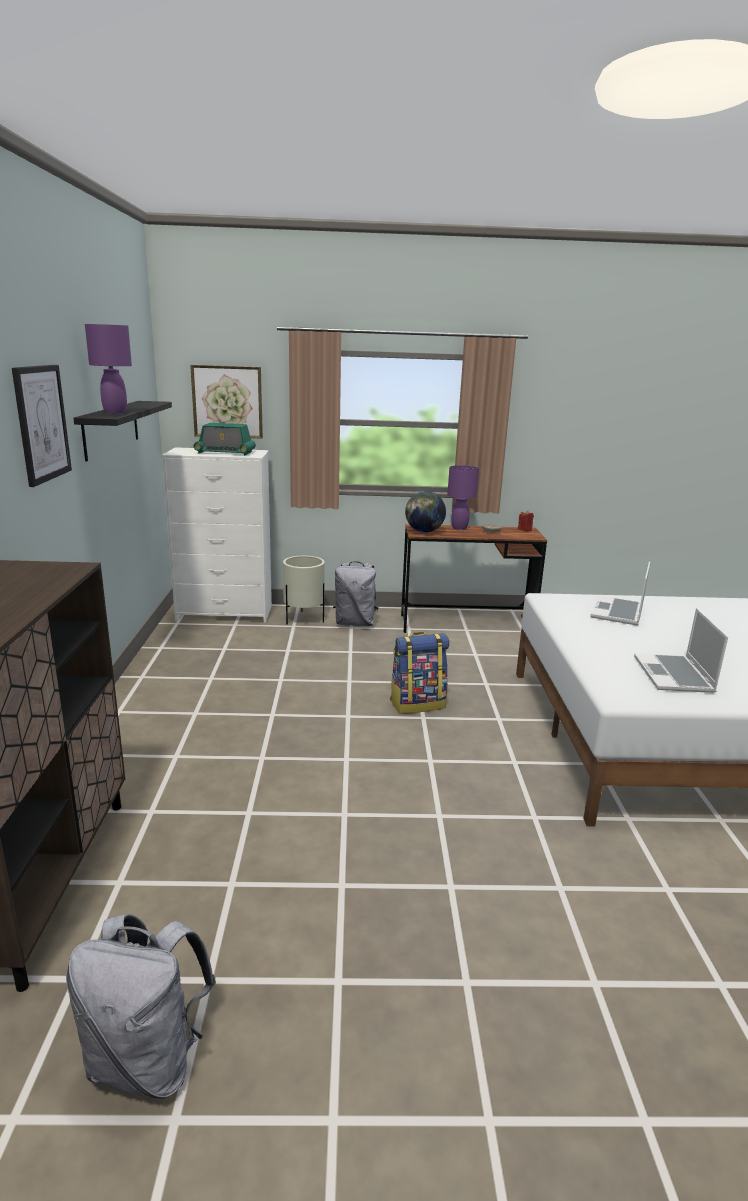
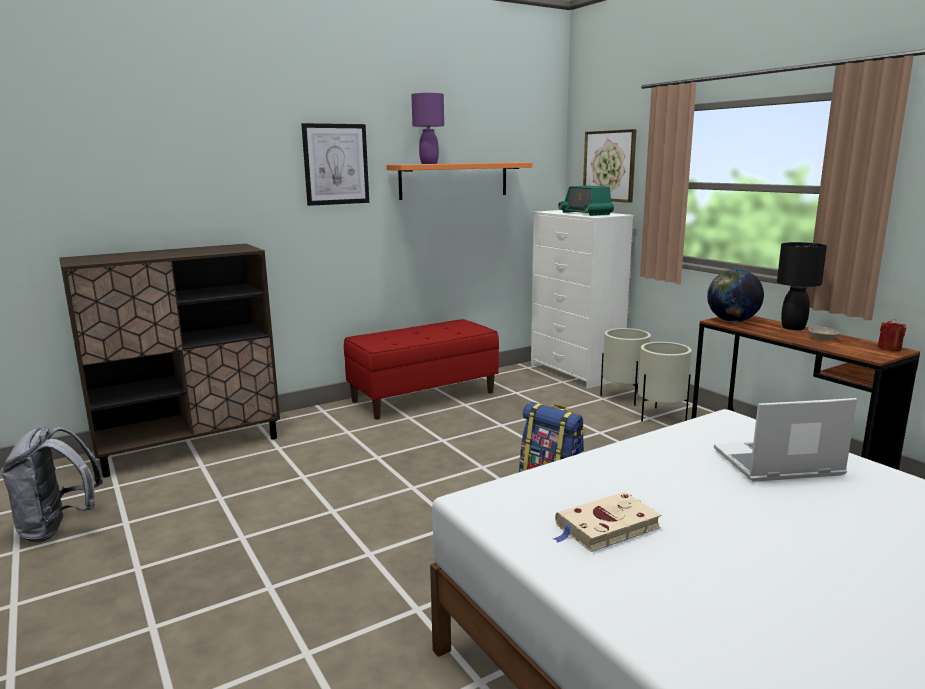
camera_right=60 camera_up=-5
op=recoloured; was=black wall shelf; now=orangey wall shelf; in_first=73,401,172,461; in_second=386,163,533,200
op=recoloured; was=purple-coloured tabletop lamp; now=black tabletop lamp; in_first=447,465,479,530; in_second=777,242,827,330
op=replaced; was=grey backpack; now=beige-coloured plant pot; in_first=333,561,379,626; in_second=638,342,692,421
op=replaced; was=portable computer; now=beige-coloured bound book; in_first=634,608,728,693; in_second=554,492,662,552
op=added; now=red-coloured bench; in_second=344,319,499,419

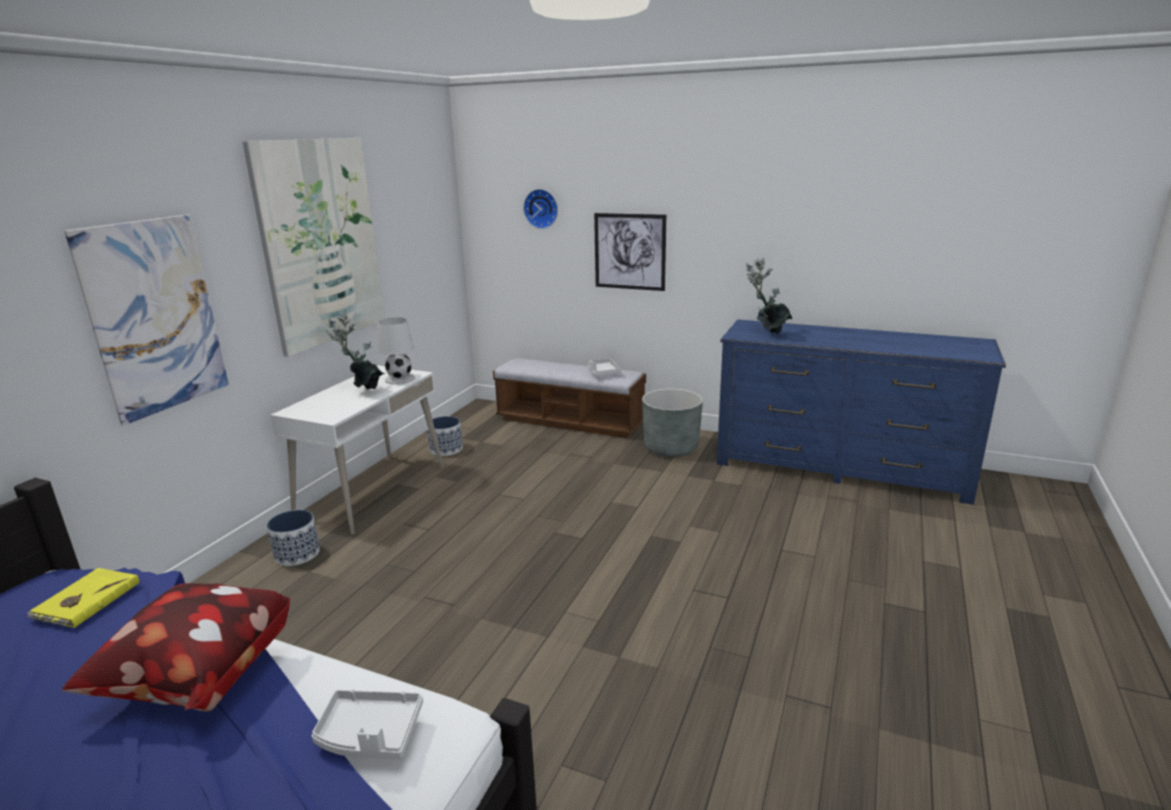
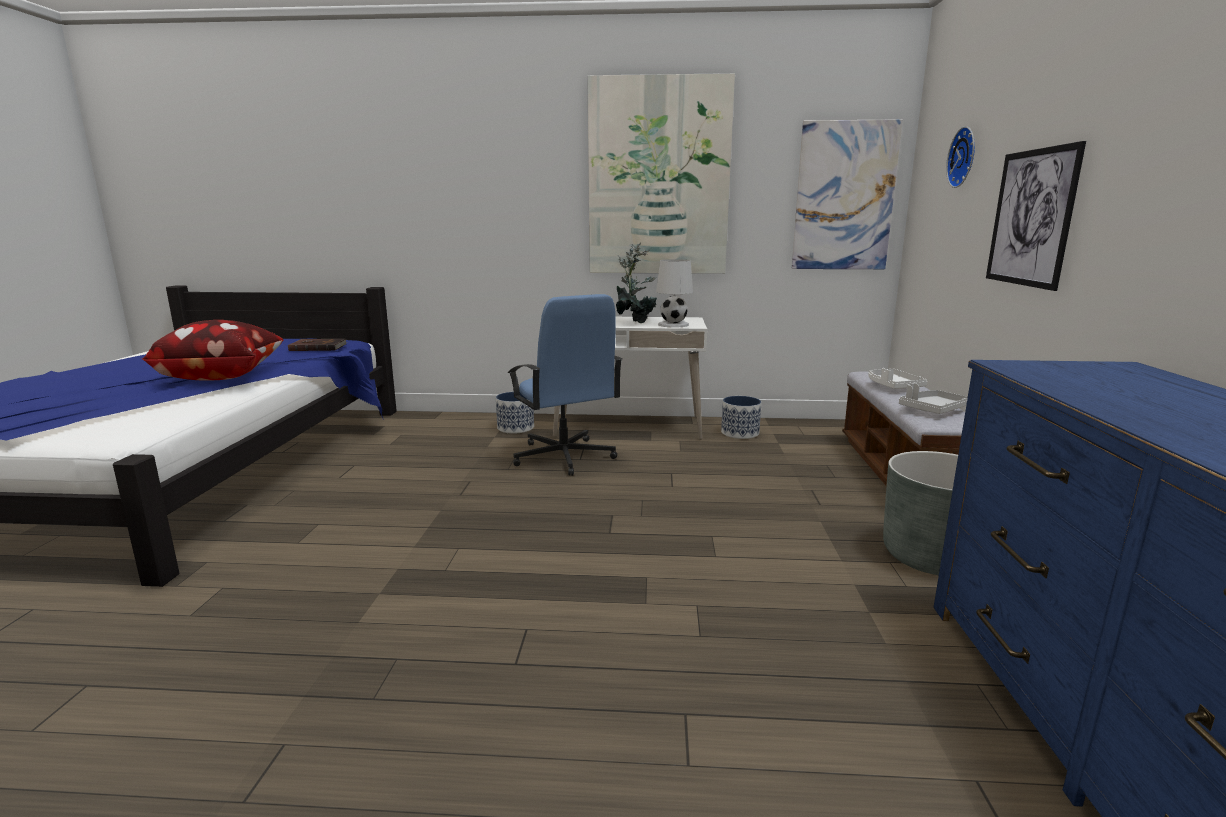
camera_right=70 camera_up=-5
op=moved; was=wall art; in_first=64,214,229,426; in_second=792,119,903,269
op=removed; was=potted plant; in_first=746,257,792,333
op=recoloured; was=yellow-coloured bound book; now=brown-coloured bound book; in_first=26,568,140,628; in_second=288,339,347,351
op=moved; was=white tray; in_first=311,689,423,759; in_second=868,368,928,389
op=added; now=blue-coloured office chair; in_second=508,294,622,476

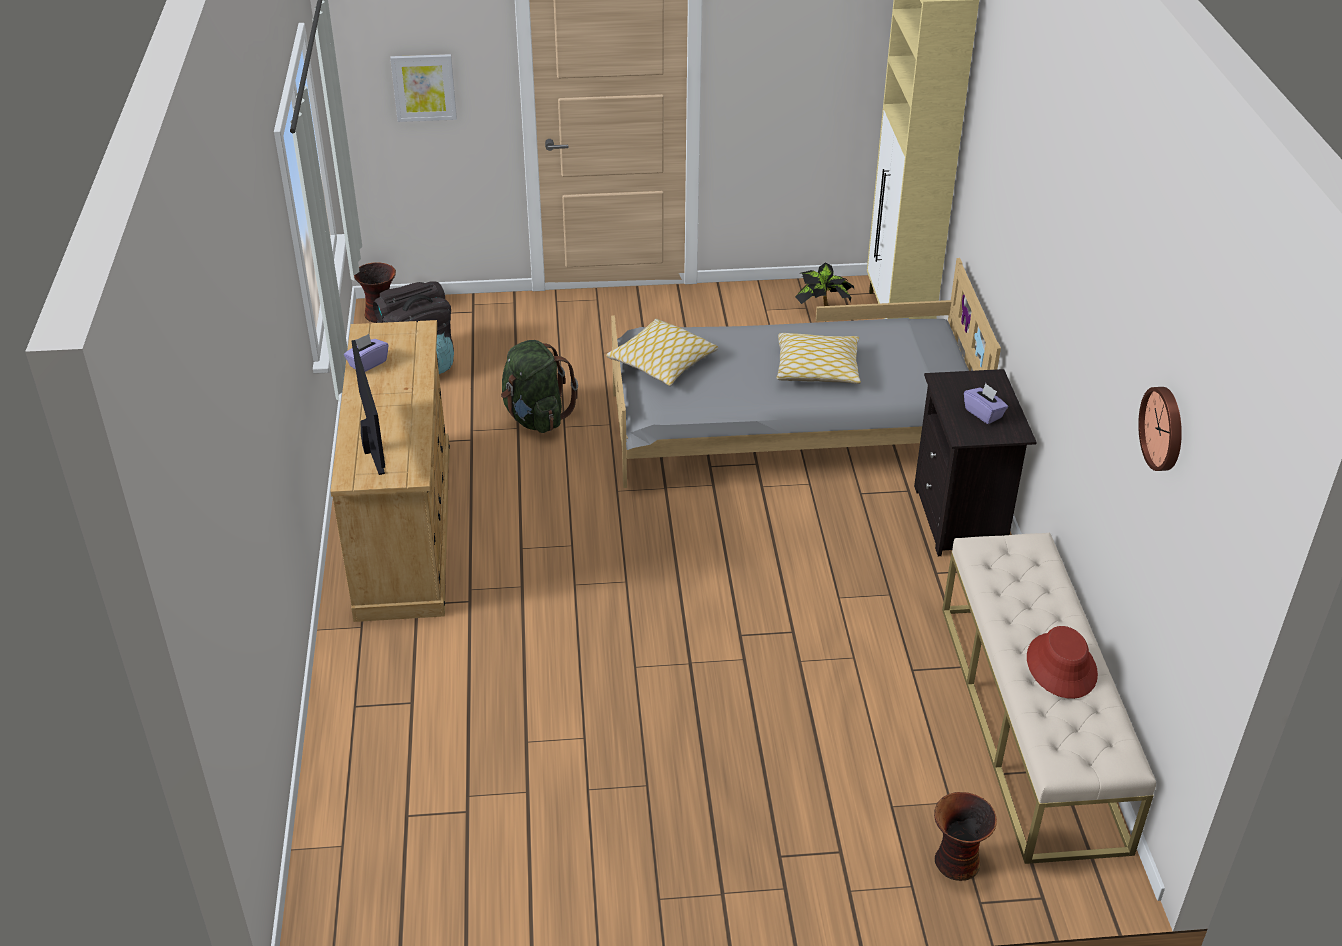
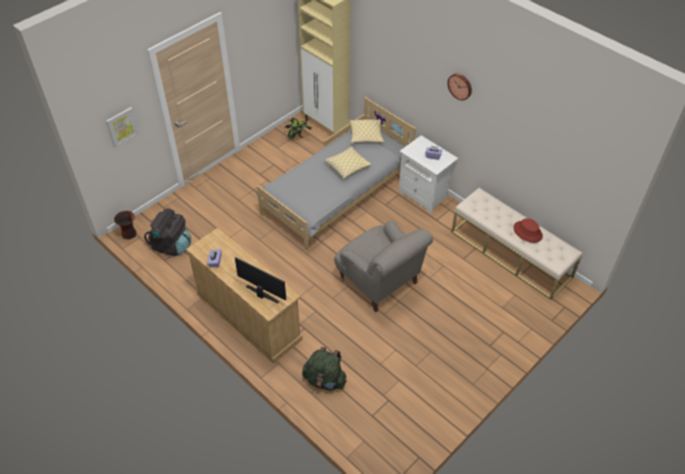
camera_right=-40 camera_up=10
op=moved; was=pillow; in_first=606,319,718,386; in_second=349,119,384,143
op=moved; was=greenish backpack; in_first=501,340,578,433; in_second=302,347,347,390
op=recoloured; was=black nightstand; now=white nightstand; in_first=914,369,1037,556; in_second=399,135,458,213
op=moved; was=clock on the wall; in_first=1138,387,1182,471; in_second=447,73,472,100
op=removed; was=vase; in_first=934,792,997,881
op=added; now=grey easy chair; in_second=334,220,433,312

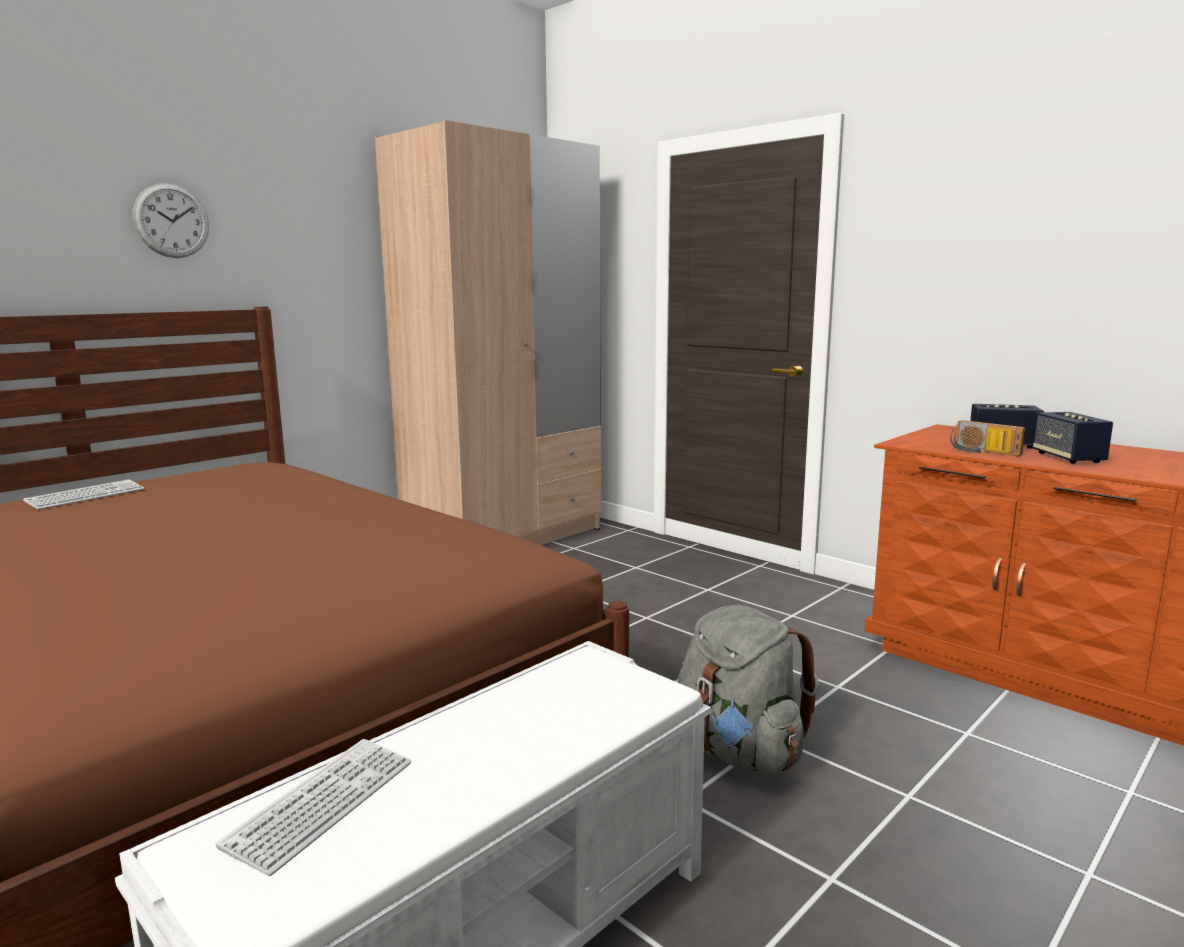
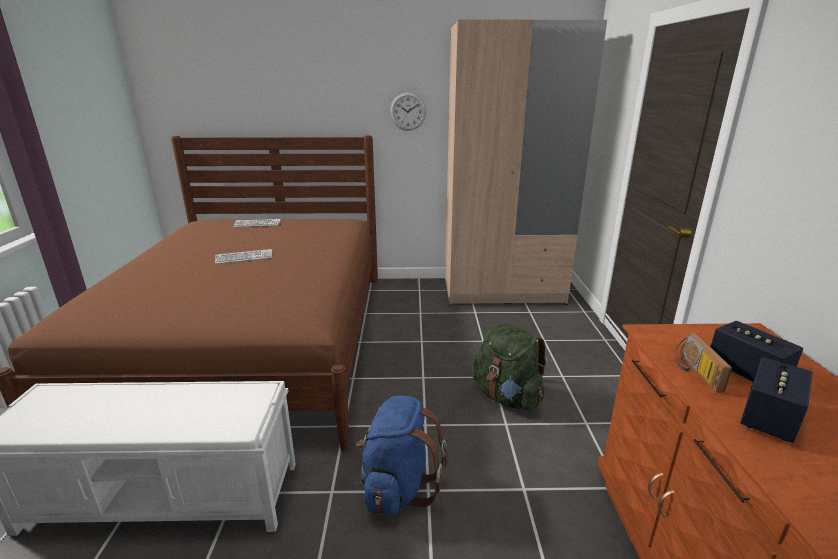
camera_right=45 camera_up=10
op=moved; was=clock on the wall; in_first=133,183,209,258; in_second=390,92,426,131
op=recoloured; was=grey backpack; now=blue-coloured backpack; in_first=678,605,819,775; in_second=356,396,448,515
op=moved; was=keyboard; in_first=216,739,411,876; in_second=215,249,273,264
op=added; now=greenish backpack; in_second=472,324,547,411

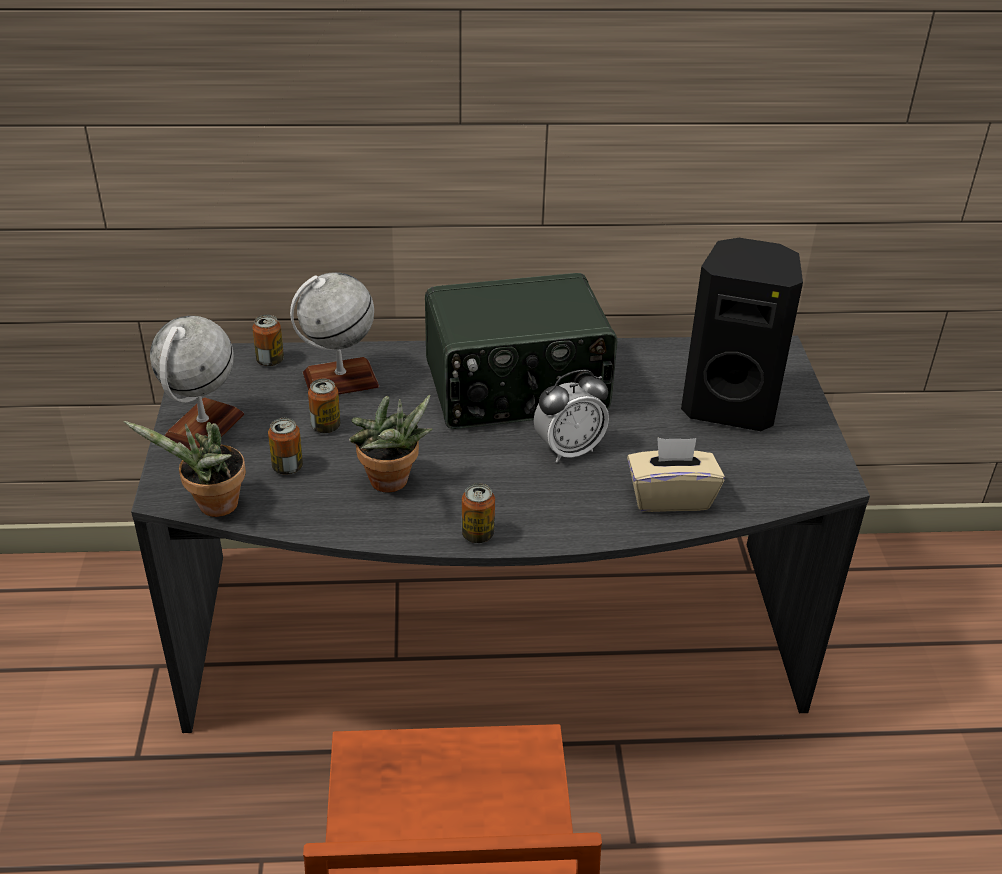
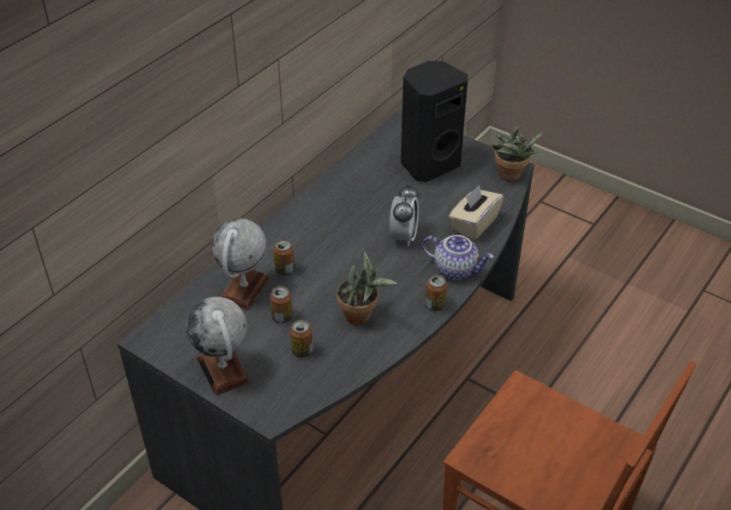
camera_right=-50 camera_up=5
op=removed; was=radio set; in_first=425,273,617,429
op=moved; was=sealed can; in_first=253,315,284,367; in_second=273,239,295,275
op=moved; was=potted plant; in_first=123,421,246,517; in_second=491,126,543,182
op=added; now=tea pot; in_second=422,235,494,280

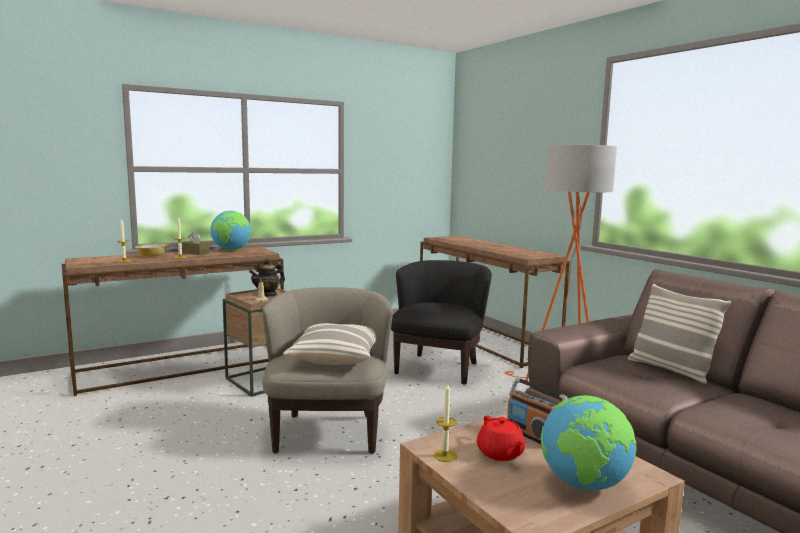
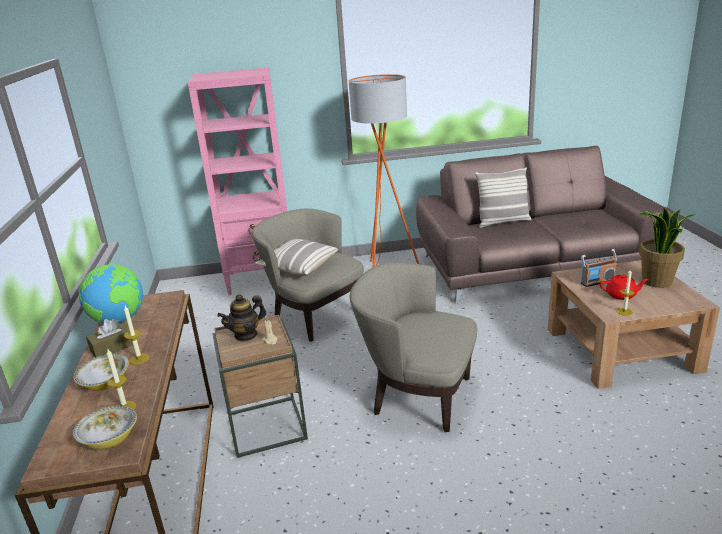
camera_right=-65 camera_up=15
op=replaced; was=brown-coloured hall table; now=pink-coloured shelving unit; in_first=420,236,570,368; in_second=188,67,287,295
op=turned; was=tea pot; in_first=249,259,285,297; in_second=217,294,266,342; clockwise=75
op=recoloured; was=black easy chair; now=beige-coloured easy chair; in_first=391,260,492,385; in_second=252,209,364,342
op=moved; was=pillow; in_first=283,323,376,365; in_second=255,239,338,275
op=replaced; was=desk globe; now=potted plant; in_first=541,395,637,491; in_second=638,208,695,288
op=added; now=serving bowl; in_second=73,406,137,450

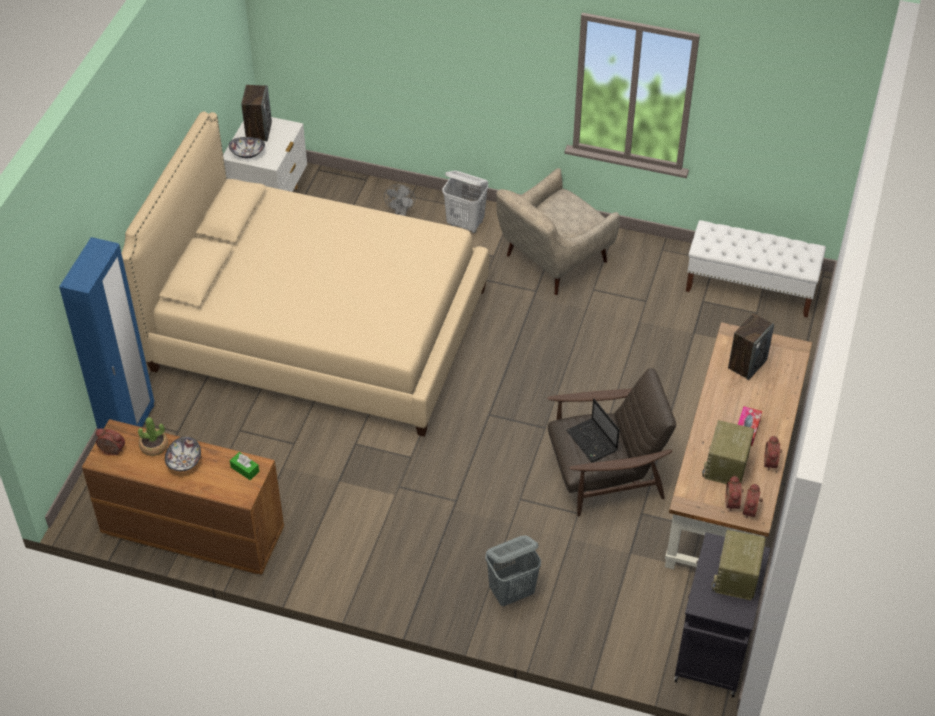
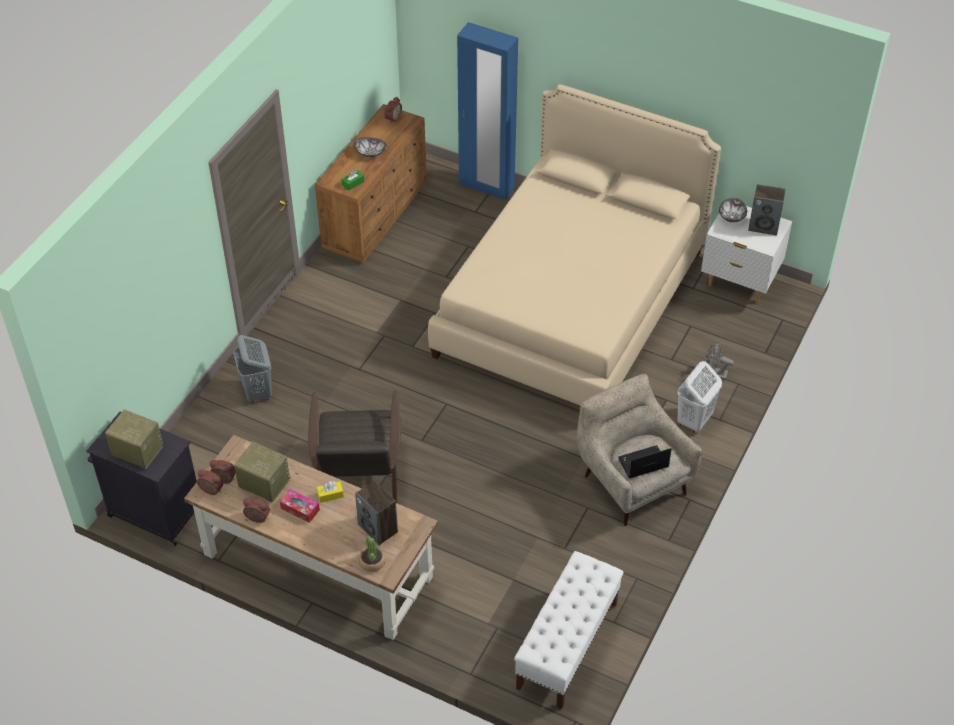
camera_right=100 camera_up=0
op=moved; was=portable computer; in_first=566,399,620,462; in_second=618,445,671,479
op=moved; was=potted plant; in_first=138,417,168,456; in_second=358,536,386,572
op=added; now=yellow-coloured tissue holder; in_second=317,481,344,503

